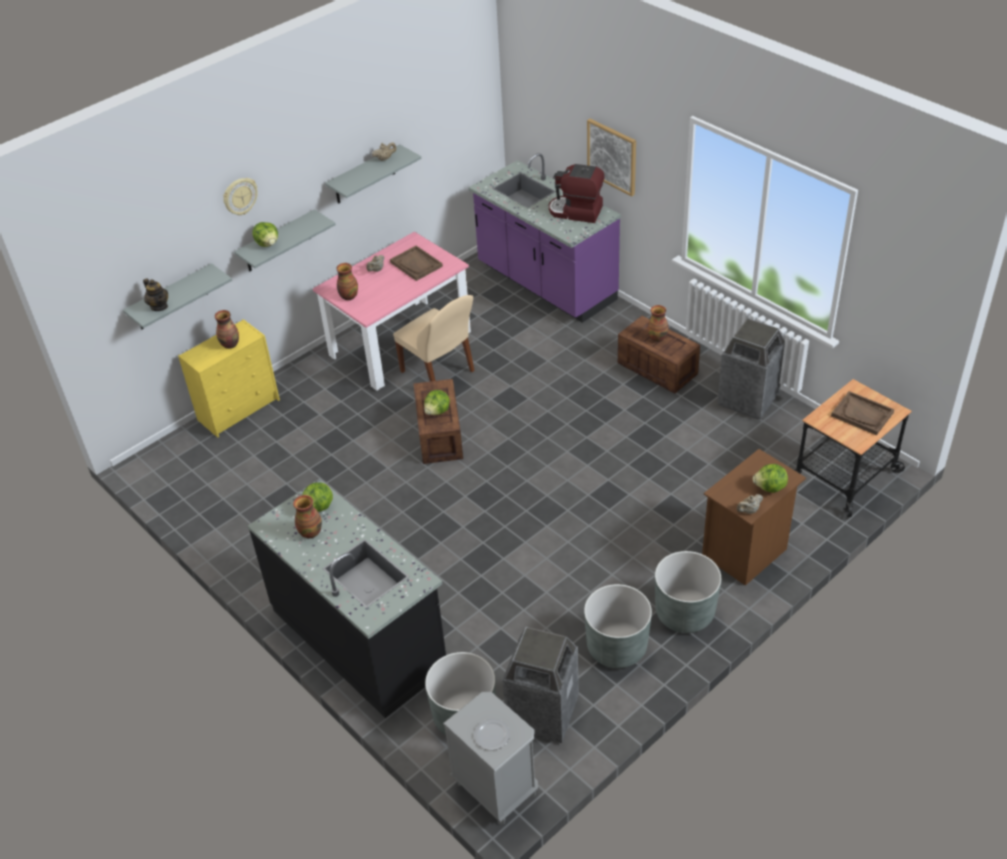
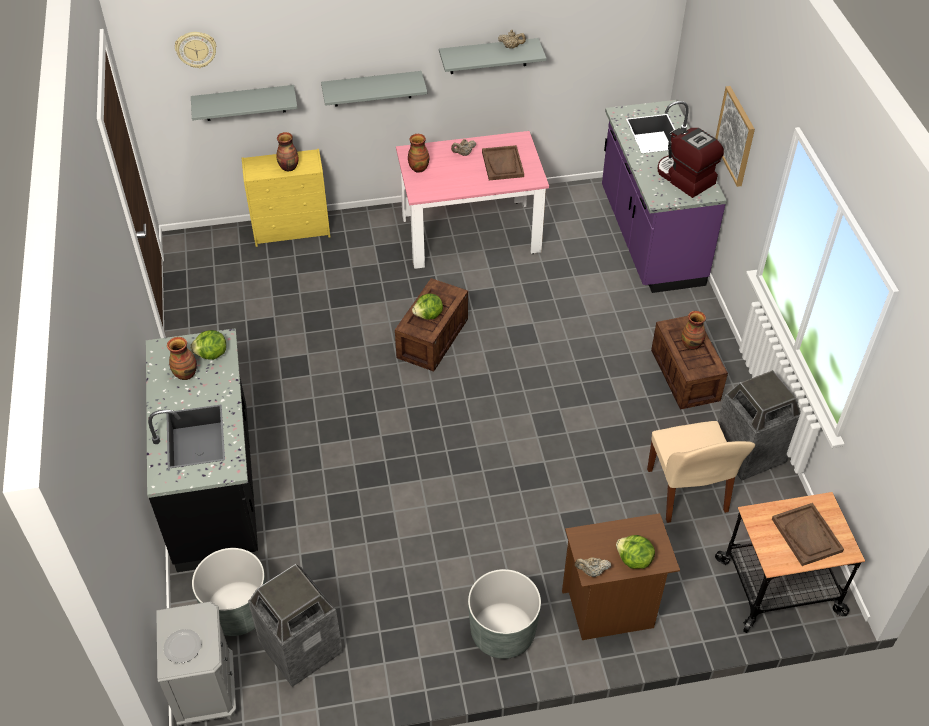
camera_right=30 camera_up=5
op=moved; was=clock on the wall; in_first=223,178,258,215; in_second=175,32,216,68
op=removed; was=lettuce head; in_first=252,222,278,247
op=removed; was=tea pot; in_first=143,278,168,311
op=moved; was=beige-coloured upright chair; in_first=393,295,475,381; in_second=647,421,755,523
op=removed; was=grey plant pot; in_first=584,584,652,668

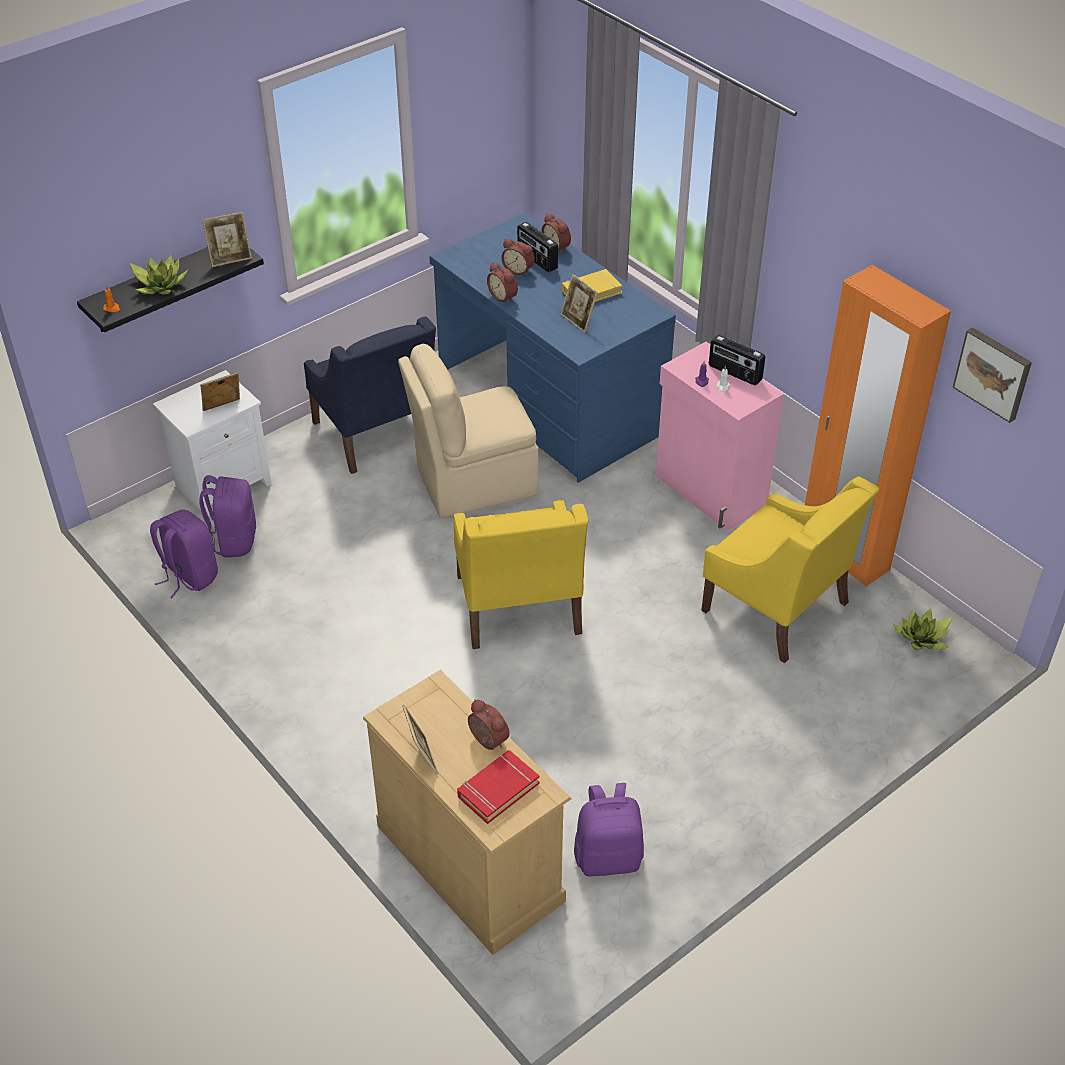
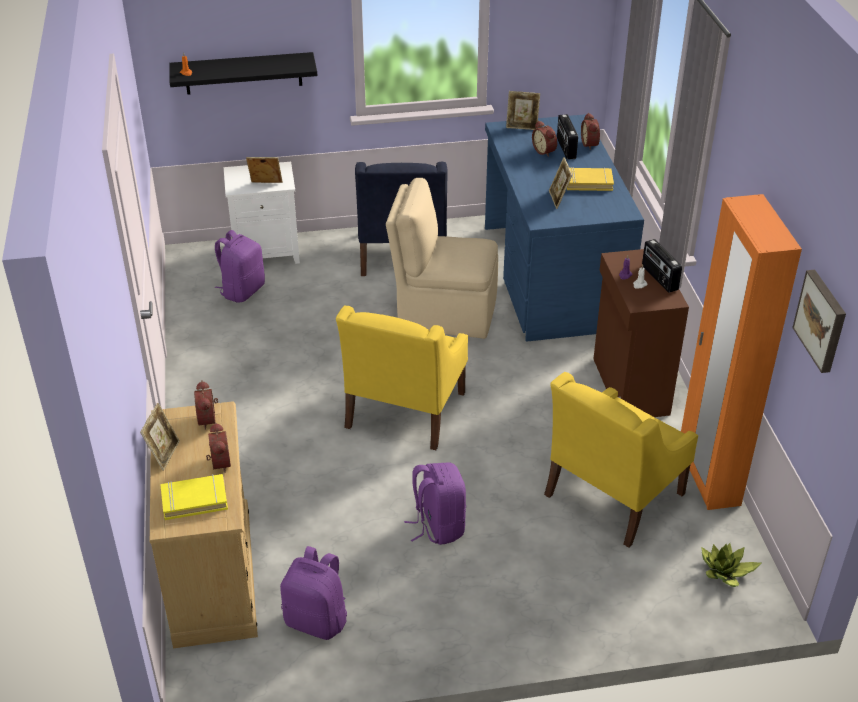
camera_right=30 camera_up=-5
op=moved; was=picture frame; in_first=202,212,252,267; in_second=506,91,540,130
op=removed; was=potted plant; in_first=129,255,188,294
op=moved; was=bedside clock; in_first=487,263,518,304; in_second=194,380,218,430
op=recoloured; was=pink-coloured cupboard; now=brown-coloured cupboard; in_first=656,342,784,531; in_second=594,249,689,417
op=turned; was=yellow-coloured easy chair; in_first=701,476,879,663; in_second=544,372,698,547; clockwise=60
op=moved; was=purple-coloured backpack; in_first=150,509,218,598; in_second=404,463,466,545
op=recoloured; was=red-coloured bound book; now=yellow-coloured bound book; in_first=457,750,540,824; in_second=161,474,228,520

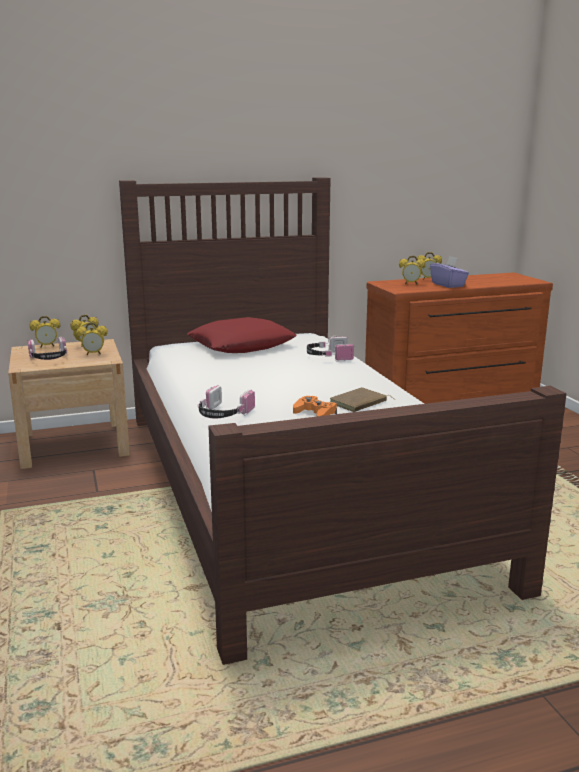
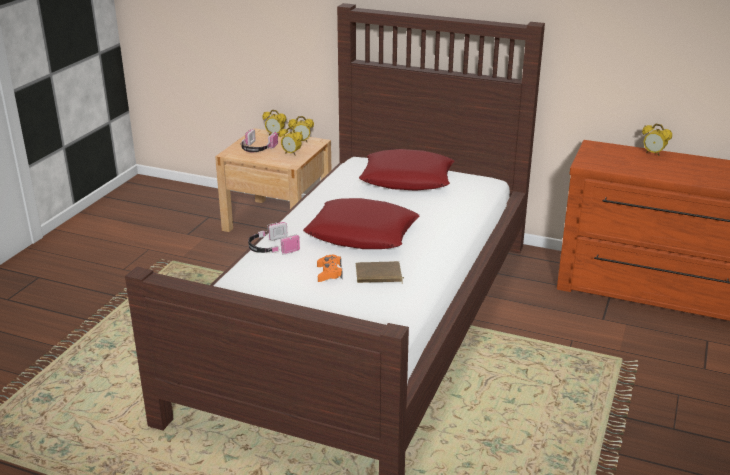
camera_right=40 camera_up=10
op=removed; was=bedside clock; in_first=399,256,426,284
op=removed; was=purple-coloured tissue holder; in_first=430,256,469,288
op=removed; was=headphones; in_first=307,336,354,361
op=added; now=red-coloured pillow; in_second=303,198,420,249

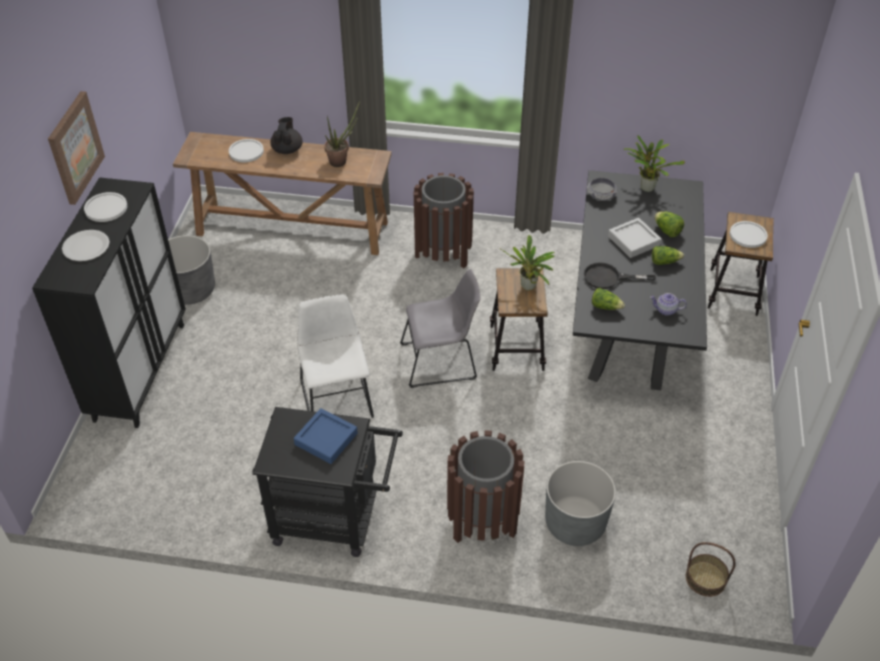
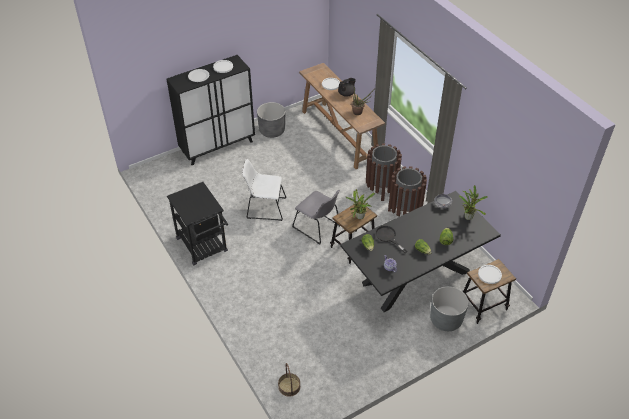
camera_right=50 camera_up=0
op=removed; was=wall art; in_first=48,91,105,205
op=removed; was=grey tray; in_first=608,218,662,258
op=turned; was=white upright chair; in_first=297,294,374,418; in_second=242,159,286,221; clockwise=-120
op=removed; was=blue-coloured tray; in_first=294,408,358,464
op=moved; was=brown-coloured trash can; in_first=447,430,524,543; in_second=388,166,427,216
op=moved; was=grey plant pot; in_first=545,461,616,546; in_second=430,286,469,331

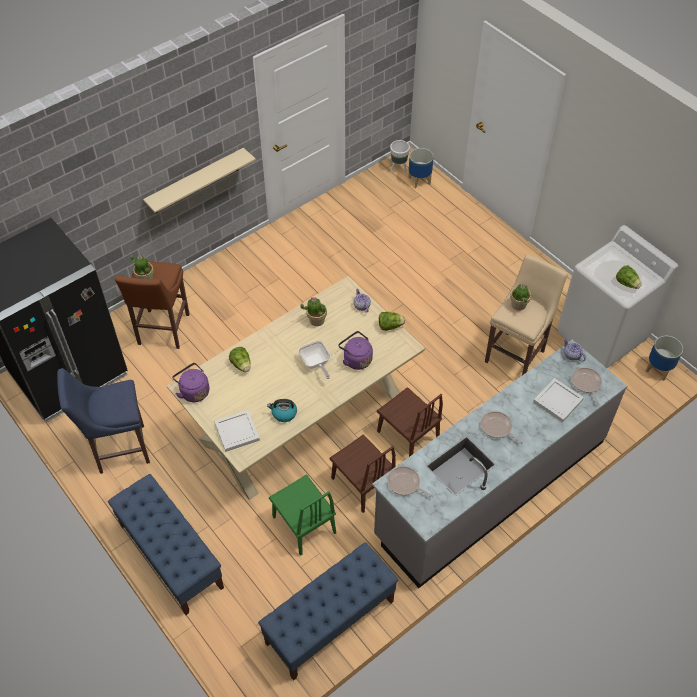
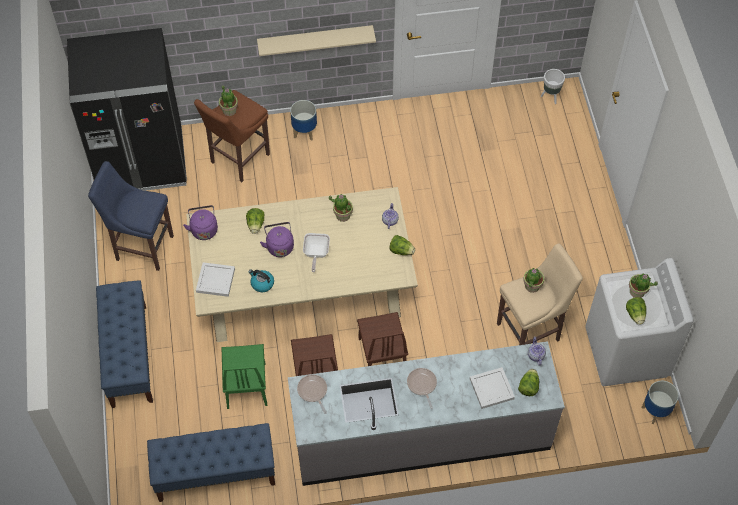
camera_right=30 camera_up=5
op=moved; was=plant pot; in_first=408,148,434,188; in_second=290,100,317,141
op=moved; was=purple-coloured water kettle; in_first=338,331,373,370; in_second=260,222,294,257
op=replaced; was=skillet; now=lettuce head; in_first=571,367,602,406; in_second=518,369,539,396
op=added; now=potted plant; in_second=629,273,658,298

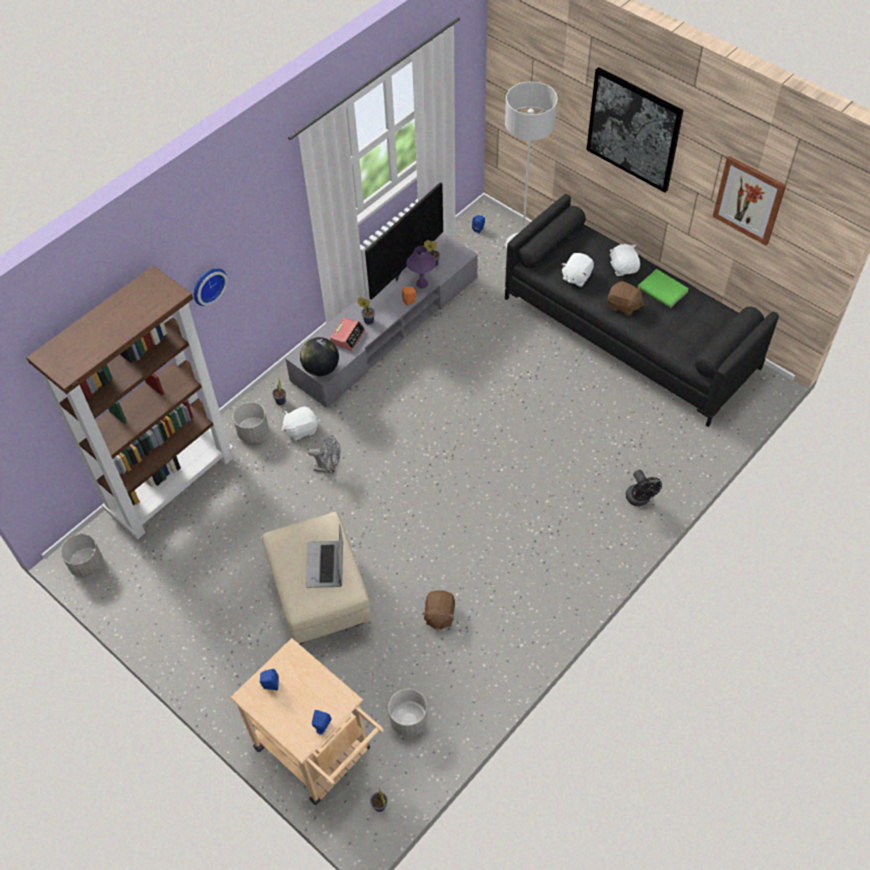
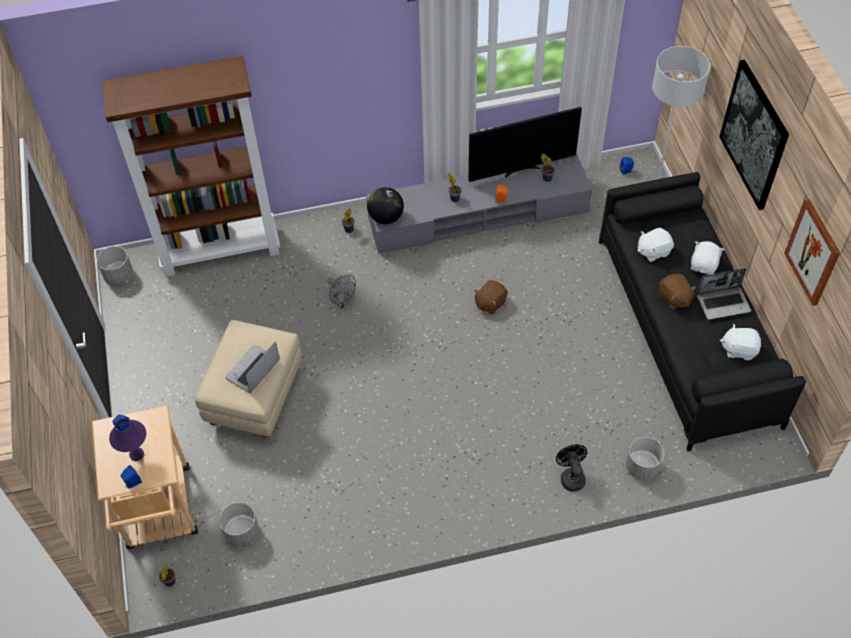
camera_right=35 camera_up=0
op=moved; was=purple-coloured tabletop lamp; in_first=406,246,436,289; in_second=109,418,146,461
op=removed; was=clock on the wall; in_first=194,268,228,306
op=replaced; was=greenish bound book; now=portable computer; in_first=638,269,689,308; in_second=697,268,751,320
op=removed; was=bedside clock; in_first=330,317,365,351
op=moved; was=grey plant pot; in_first=233,402,269,443; in_second=626,437,664,480
op=moved; was=white plush toy; in_first=281,406,318,441; in_second=720,324,761,360
op=turned; was=black electric fan; in_first=626,470,662,506; in_second=556,444,587,492; clockwise=150
op=moved; was=brown-coloured plush toy; in_first=422,590,455,631; in_second=474,280,508,314

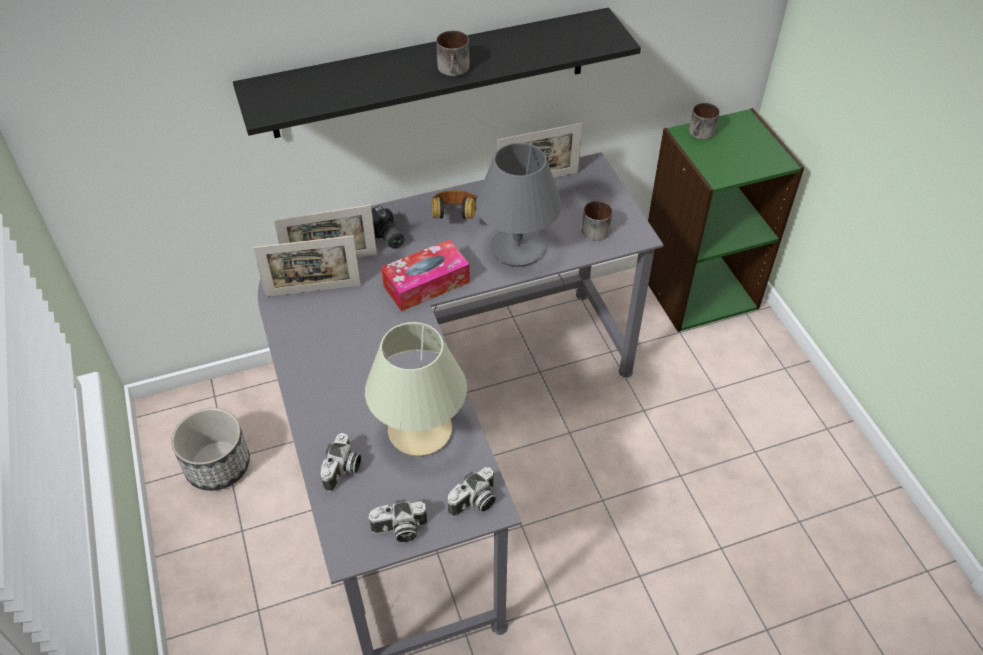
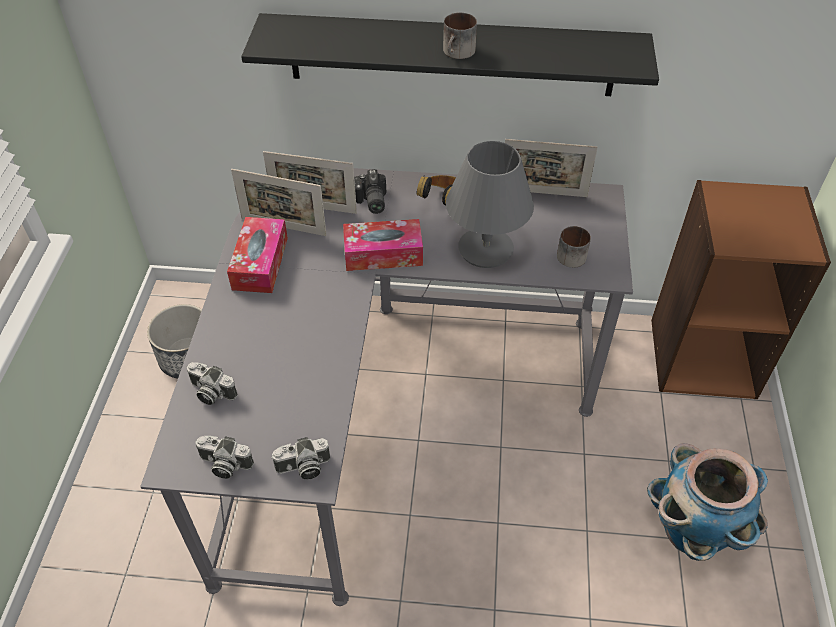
camera_right=25 camera_up=0
op=removed; was=tea mug; in_first=689,103,720,140
op=recoloured; was=greenish shelving unit; now=brown-coloured shelving unit; in_first=648,108,804,332; in_second=651,180,831,399
op=removed; was=beige-coloured tabletop lamp; in_first=365,322,467,456
op=turned; was=still camera; in_first=320,433,361,492; in_second=187,362,238,405; clockwise=75
op=added; now=tissue holder; in_second=227,217,288,293
op=added; now=plant pot; in_second=647,443,768,561

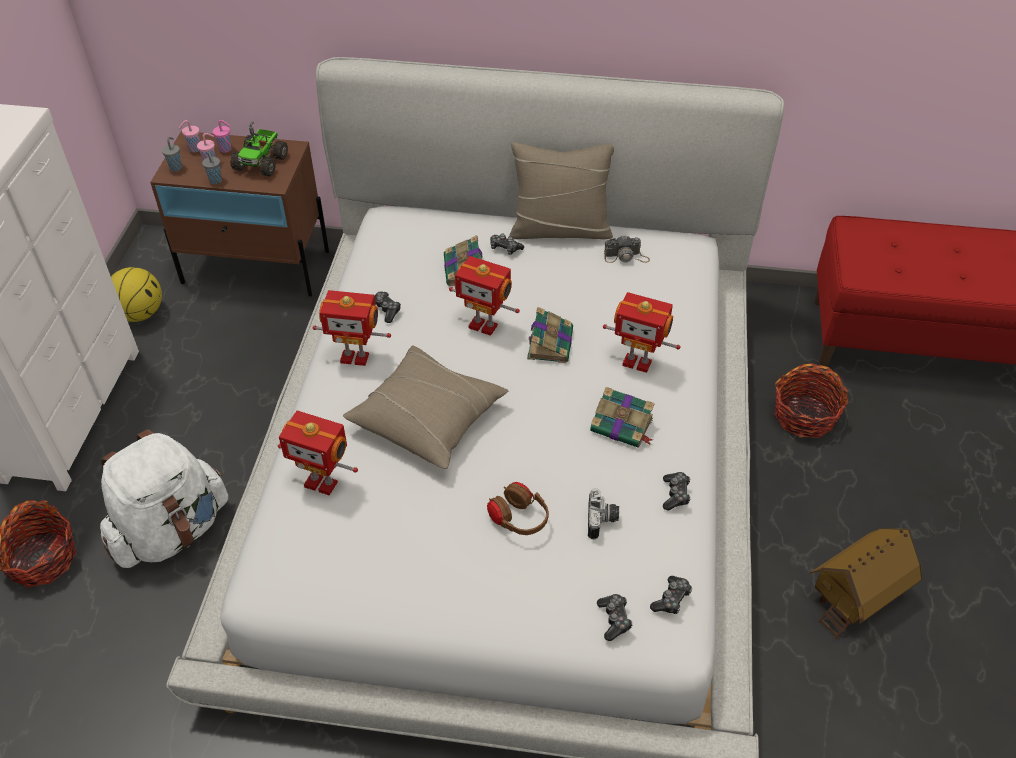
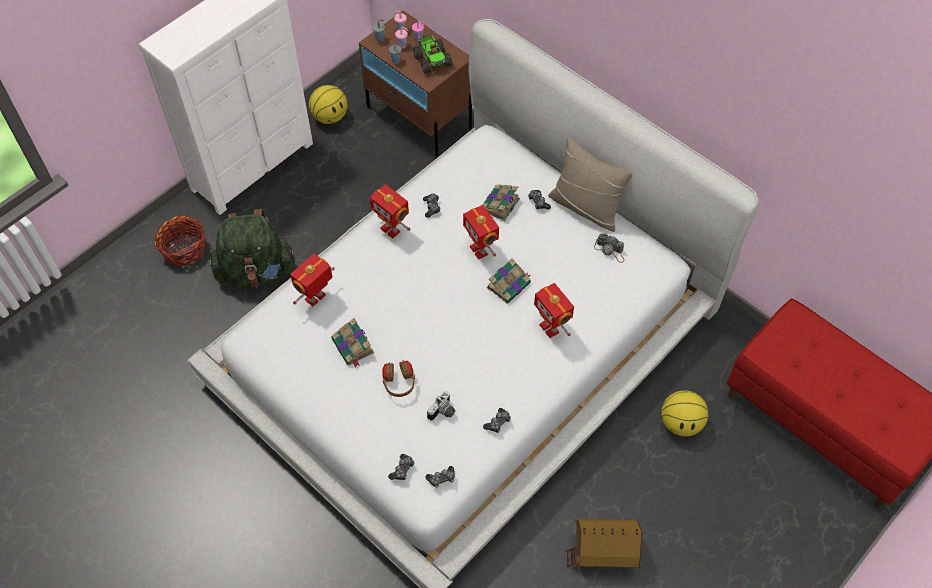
camera_right=35 camera_up=10
op=turned; was=toy lorry; in_first=230,121,288,176; in_second=413,35,453,74; clockwise=-75
op=removed; was=beige-coloured pillow; in_first=343,346,508,469
op=replaced; was=storage basket; now=basketball; in_first=775,363,848,438; in_second=661,390,708,437
op=moved; was=bound book; in_first=590,387,655,448; in_second=331,318,374,367
op=turned; was=toy robot; in_first=278,411,358,496; in_second=290,254,335,306; clockwise=75
op=recoloured; was=white backpack; now=greenish backpack; in_first=100,429,228,568; in_second=210,209,296,288

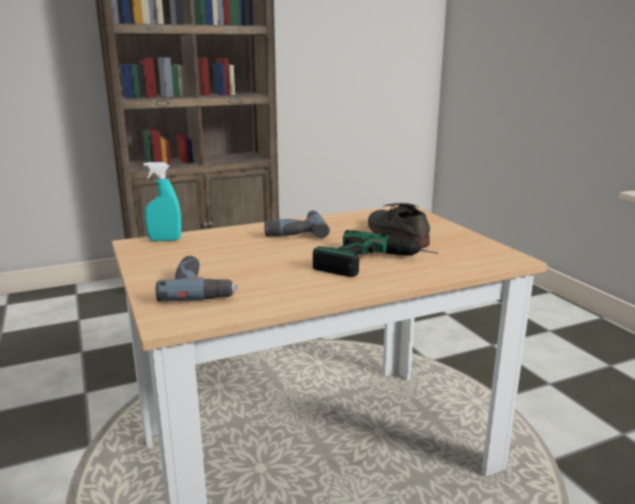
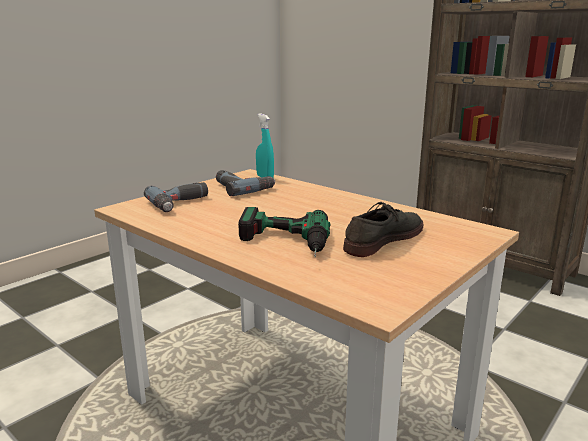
camera_right=65 camera_up=0
op=moved; was=electric drill; in_first=264,211,330,238; in_second=216,170,276,196

